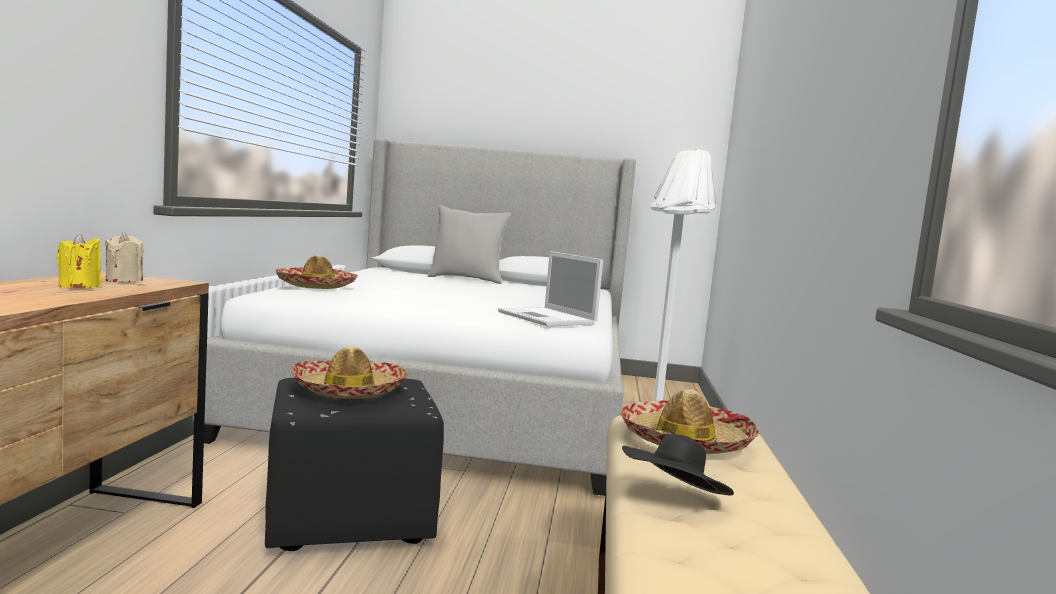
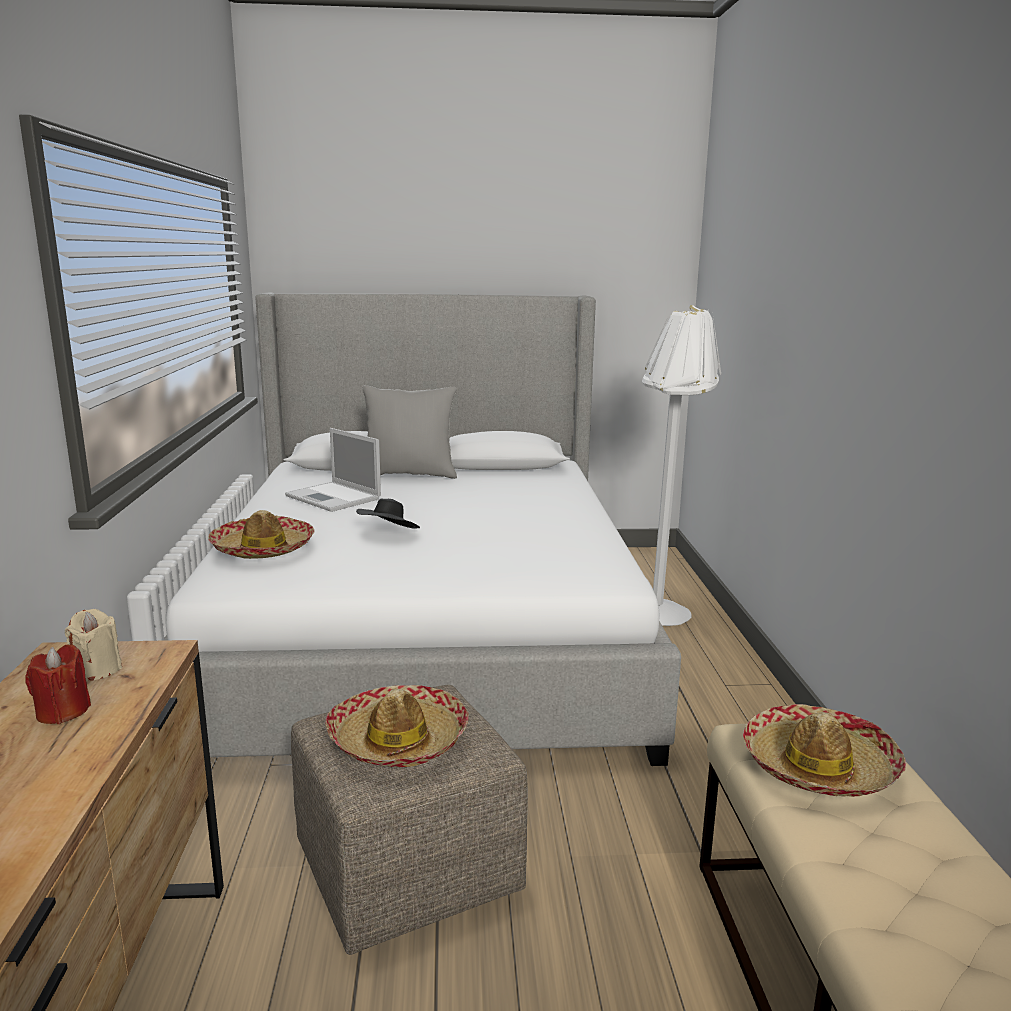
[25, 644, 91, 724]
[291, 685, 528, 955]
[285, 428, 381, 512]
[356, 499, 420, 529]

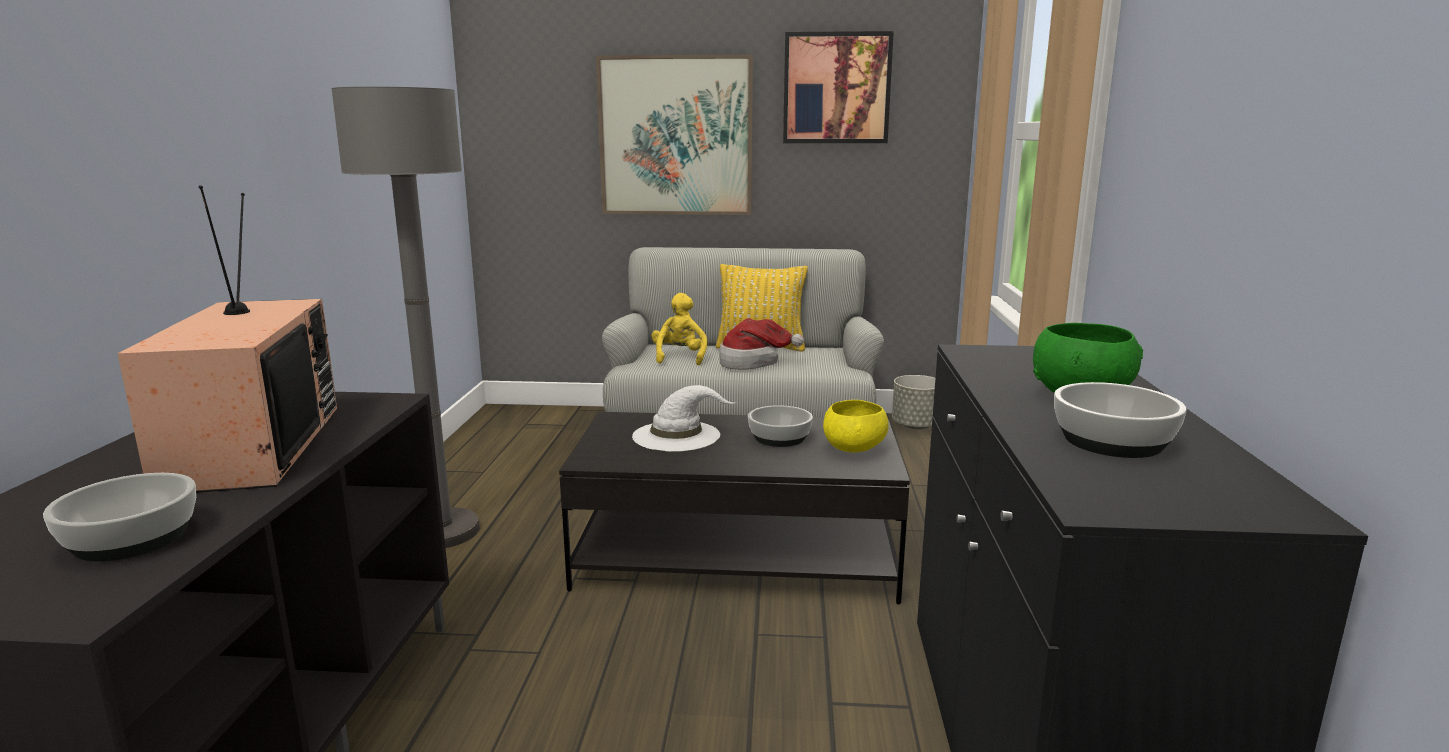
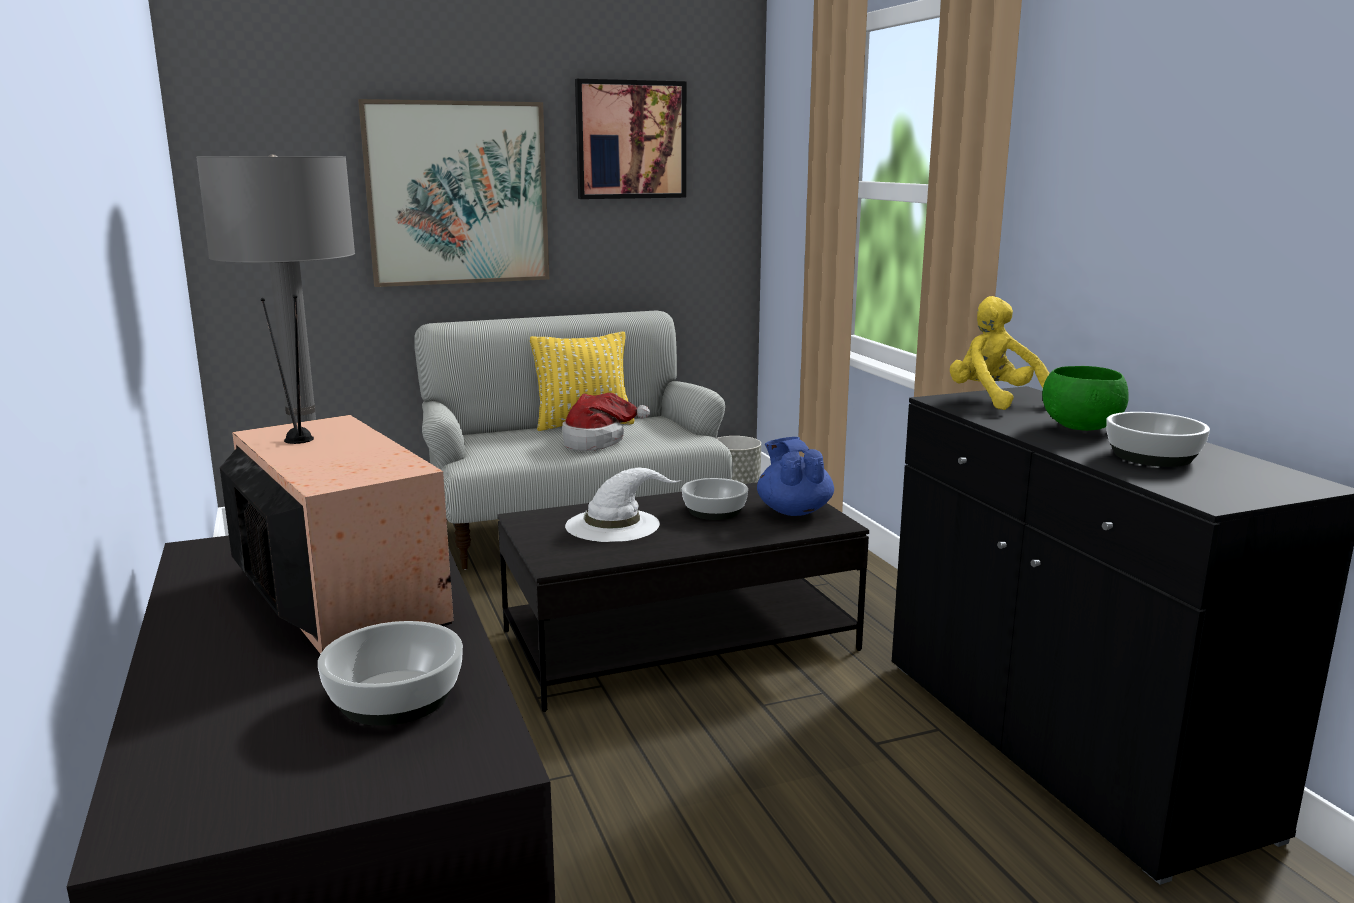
[950, 296, 1050, 410]
[757, 437, 834, 516]

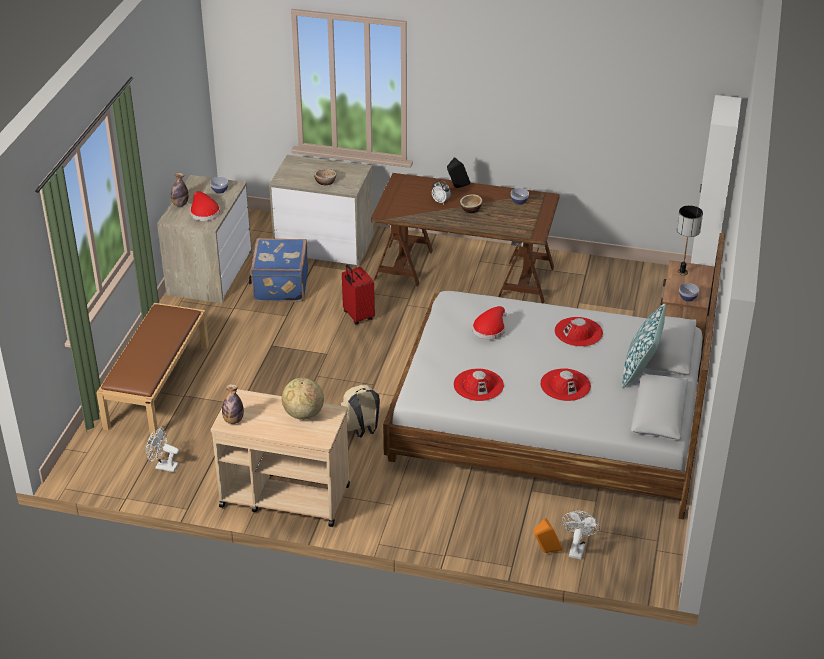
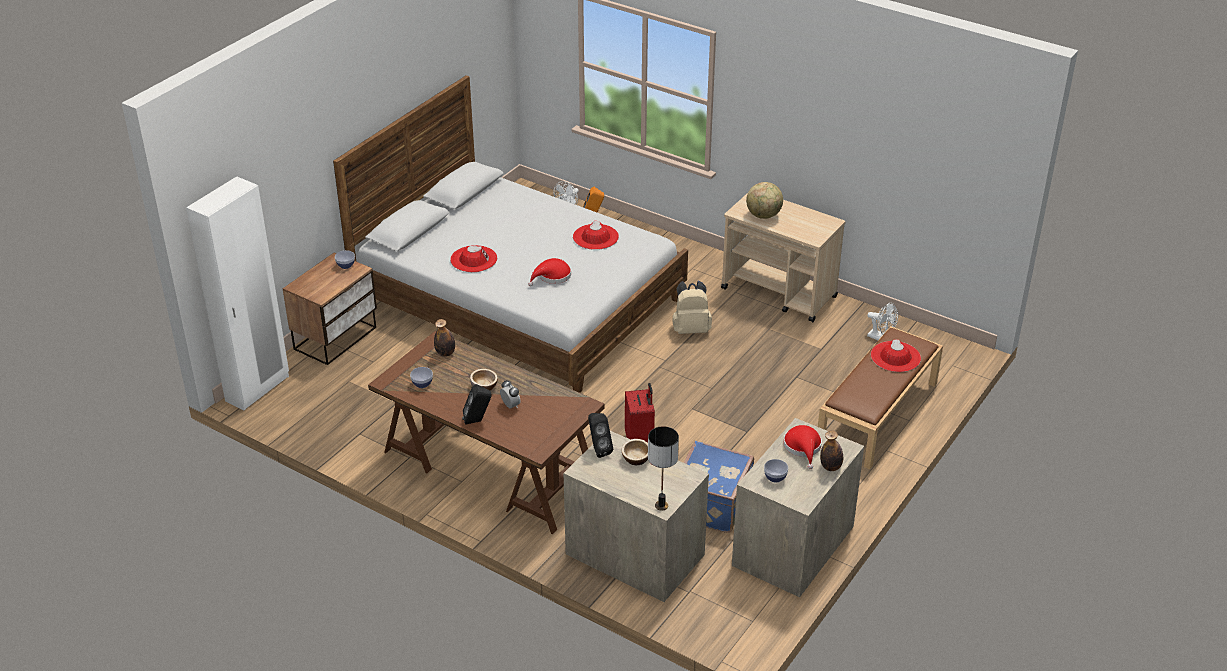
[434, 319, 455, 357]
[871, 339, 921, 372]
[622, 303, 666, 388] (first image)
[648, 426, 679, 510]
[588, 413, 613, 458]

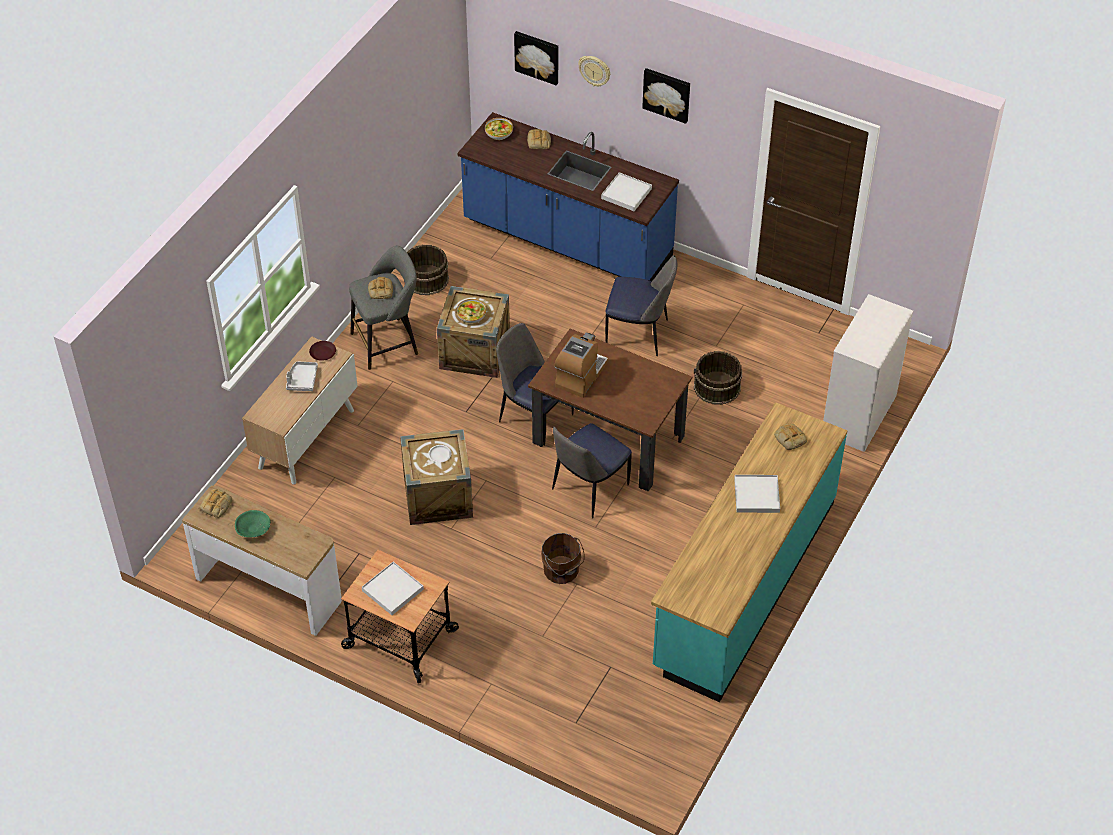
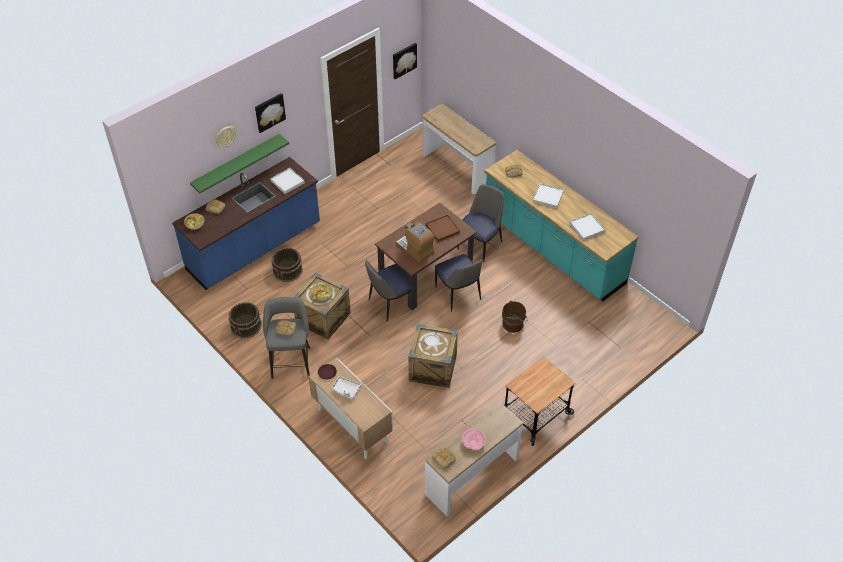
[462, 428, 486, 449]
[569, 213, 605, 241]
[393, 43, 417, 79]
[458, 185, 504, 262]
[271, 248, 303, 282]
[423, 104, 496, 194]
[190, 134, 289, 193]
[426, 215, 460, 242]

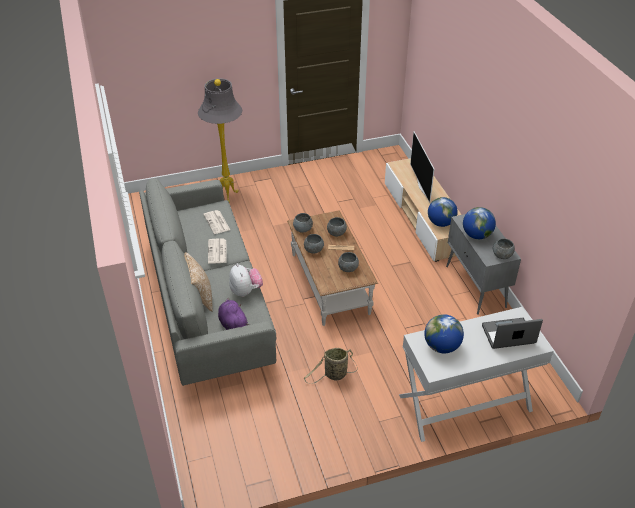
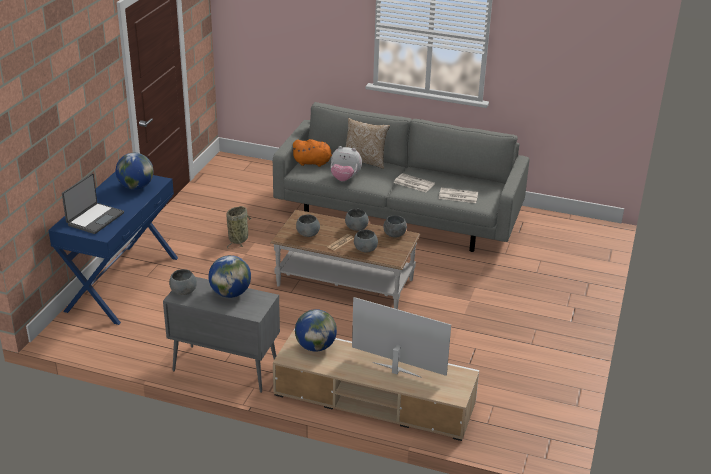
[198, 78, 242, 203] (first image)
[292, 139, 332, 167]
[48, 171, 178, 325]

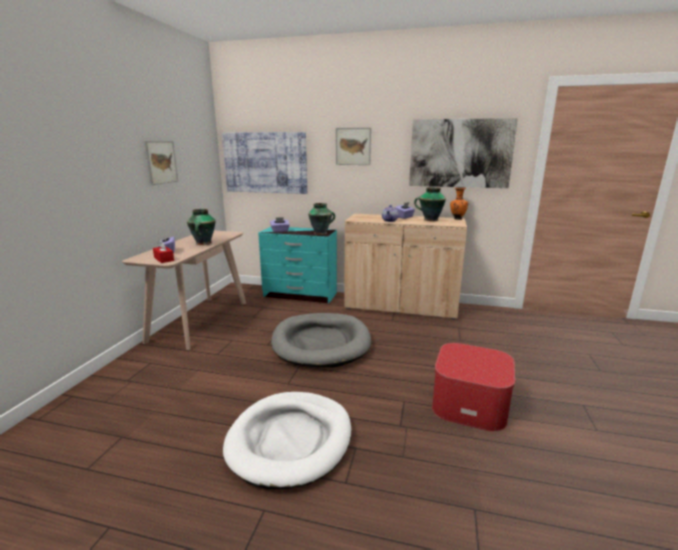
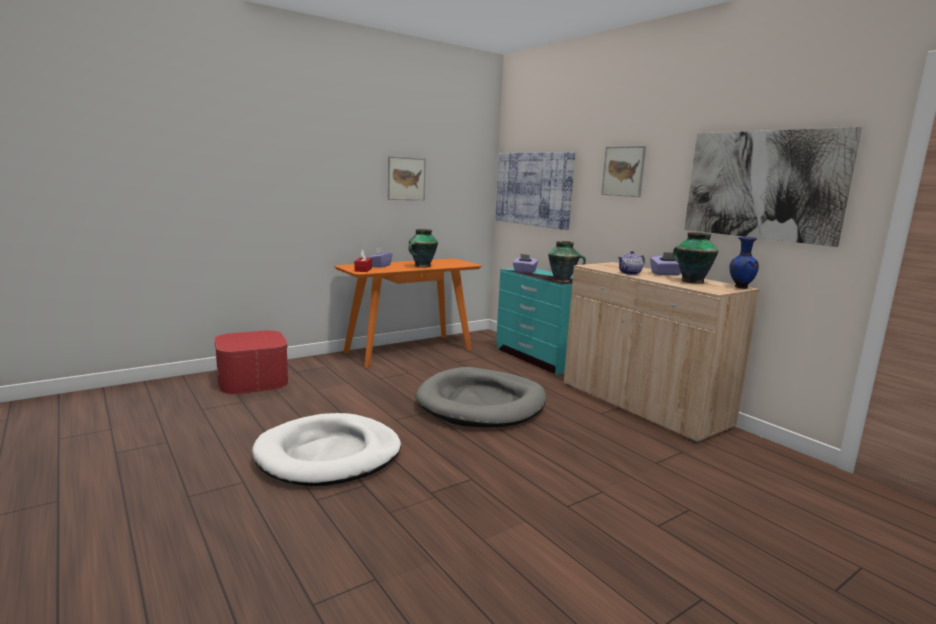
[334, 259, 482, 368]
[214, 330, 288, 394]
[729, 237, 759, 289]

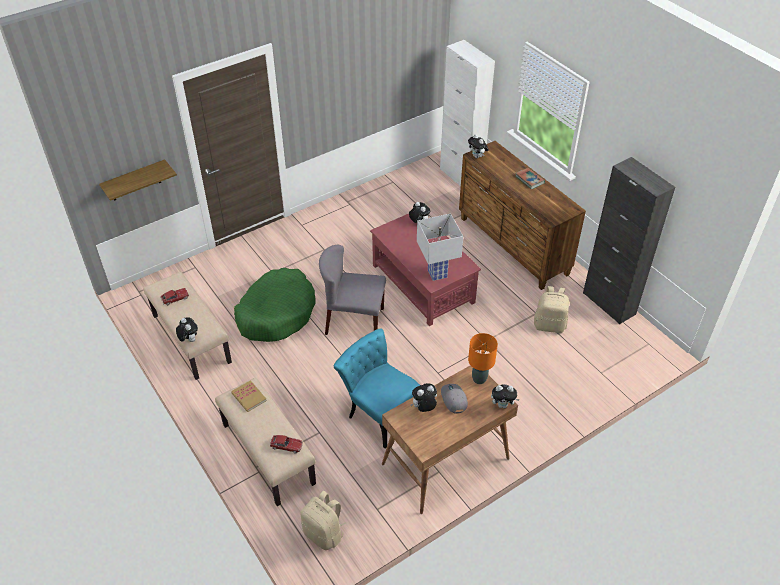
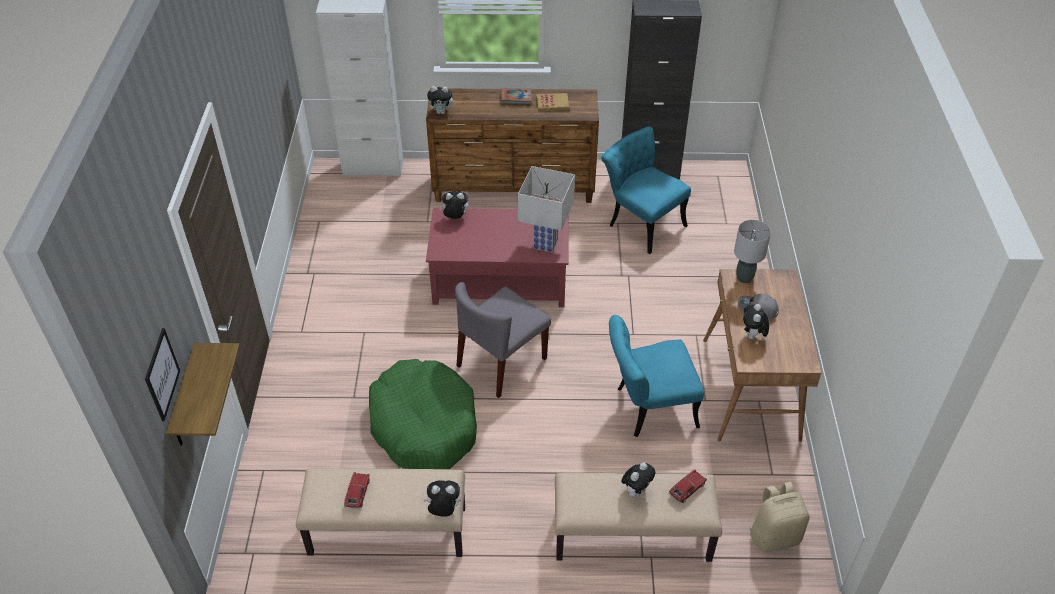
[537, 93, 569, 111]
[734, 220, 771, 283]
[621, 462, 655, 497]
[601, 126, 691, 254]
[145, 328, 180, 421]

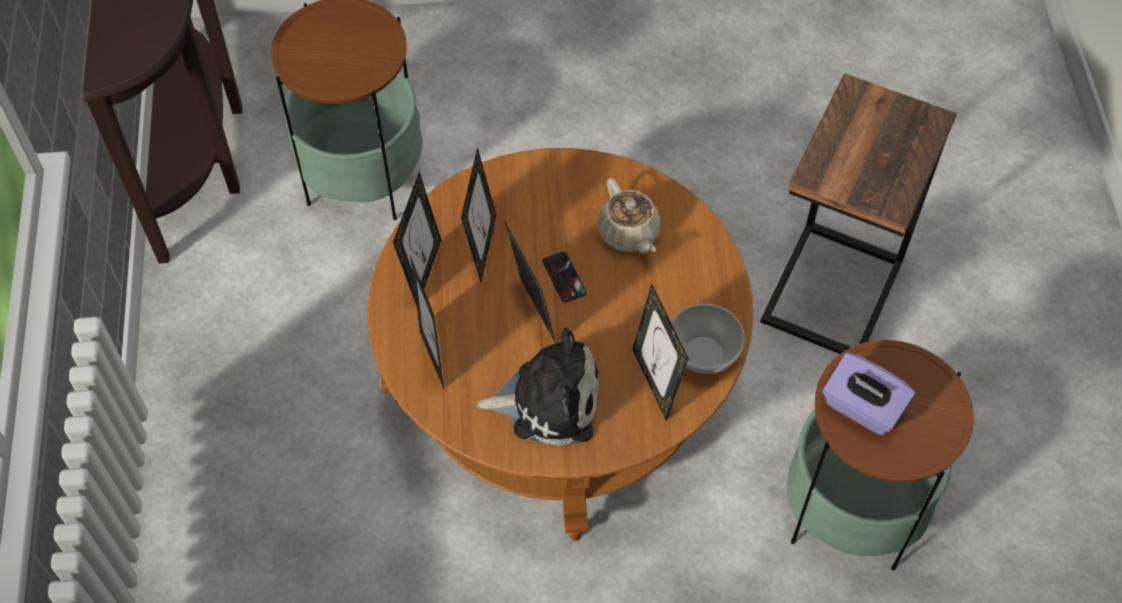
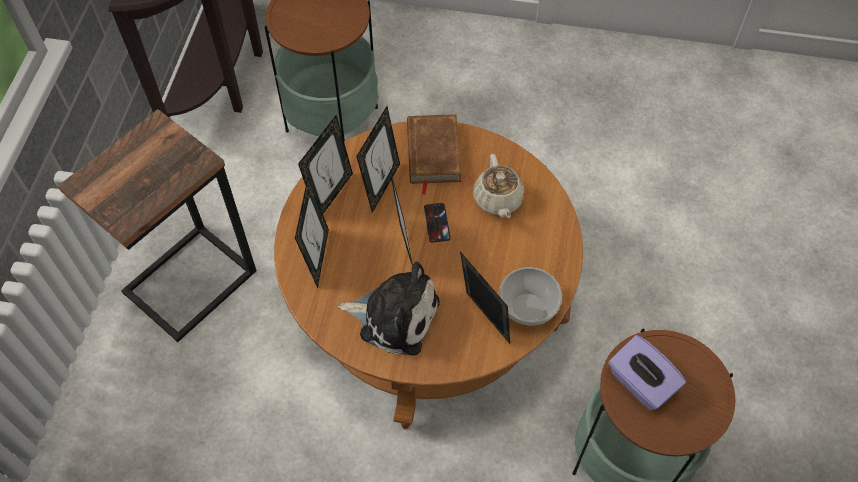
[460, 252, 510, 344]
[58, 109, 257, 342]
[407, 114, 461, 195]

